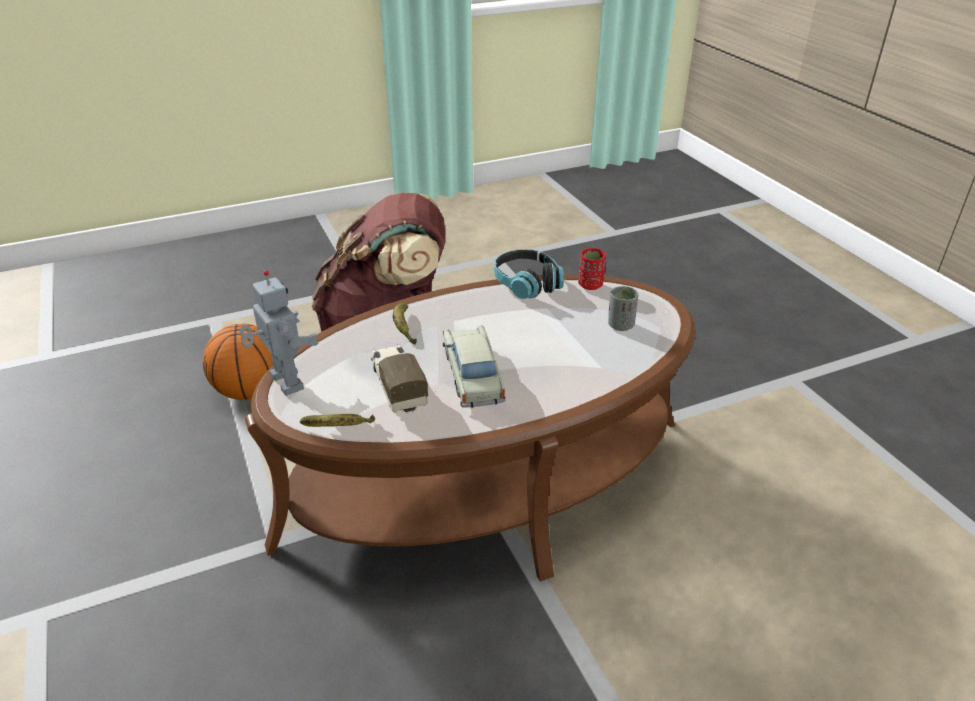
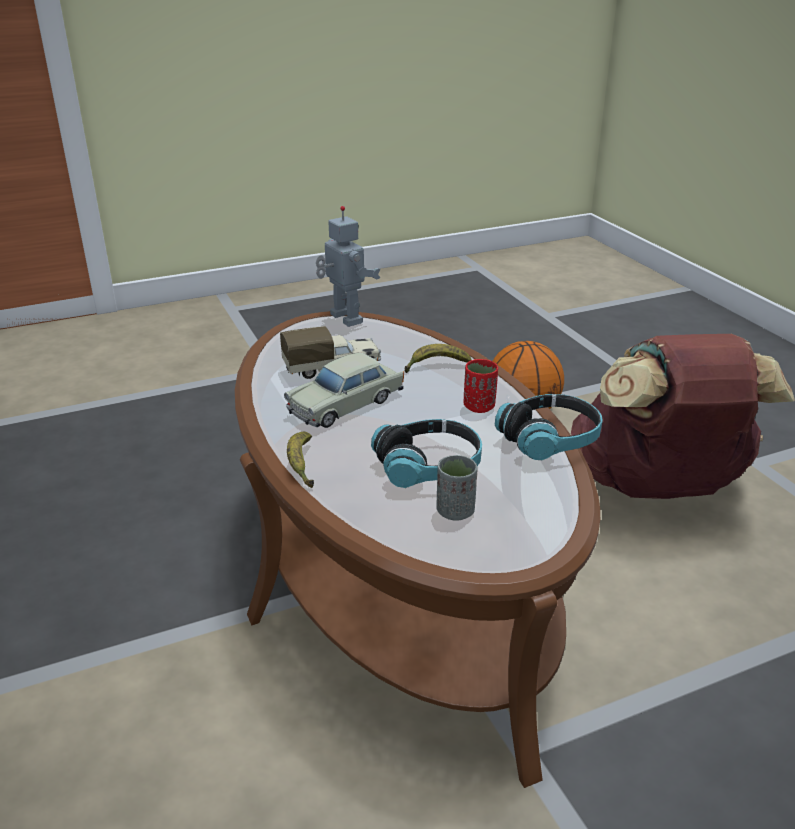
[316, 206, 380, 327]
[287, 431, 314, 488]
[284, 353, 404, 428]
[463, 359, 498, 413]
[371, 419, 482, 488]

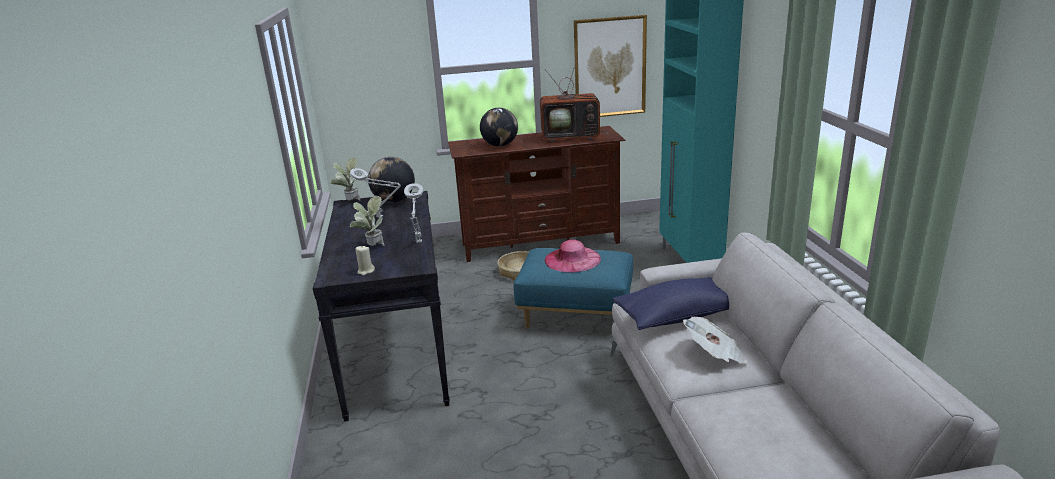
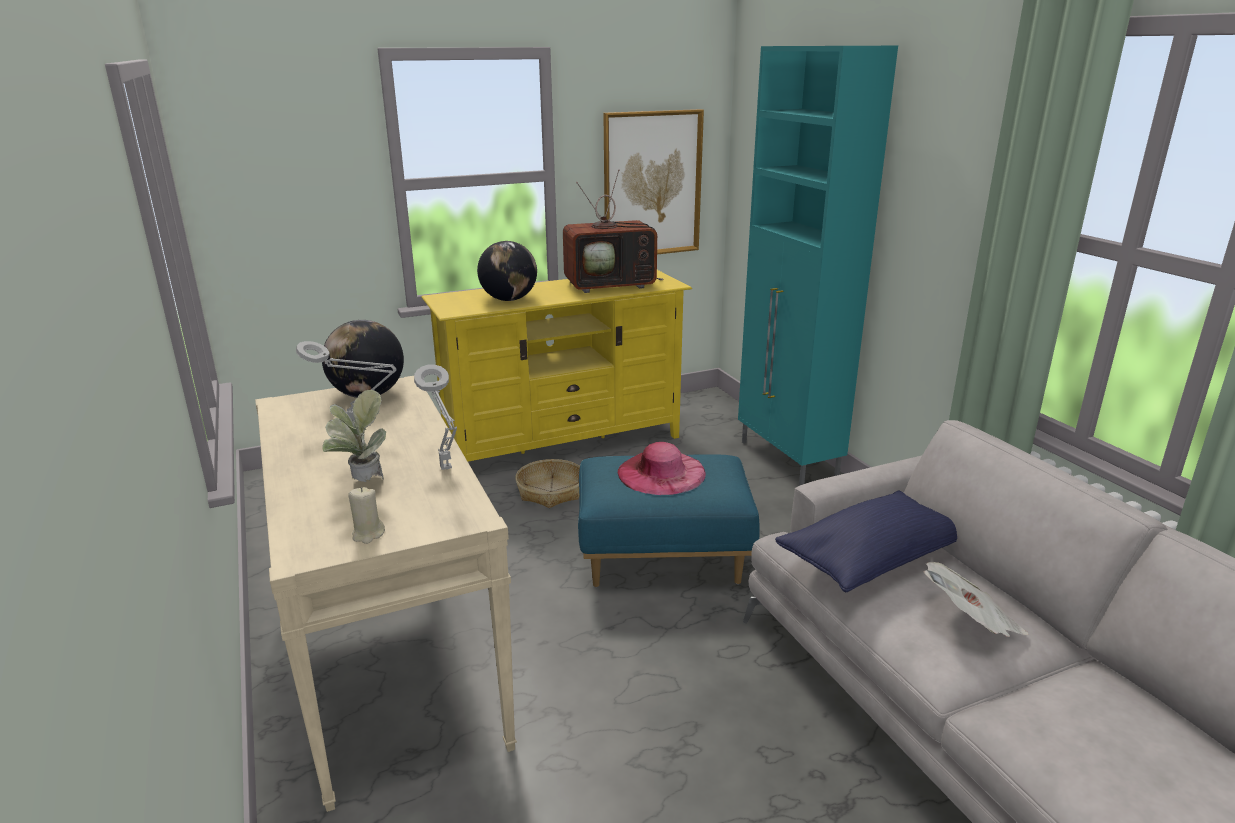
[255, 376, 517, 812]
[330, 158, 361, 201] (first image)
[421, 270, 692, 462]

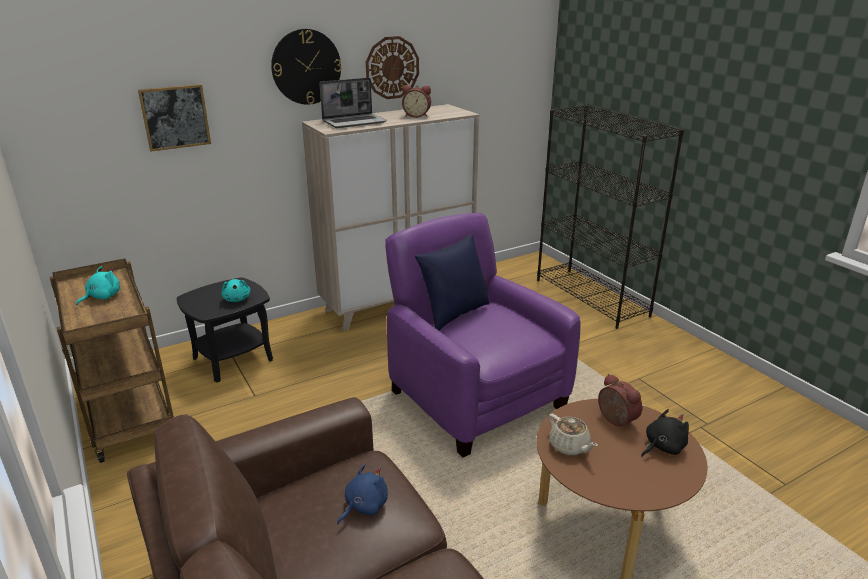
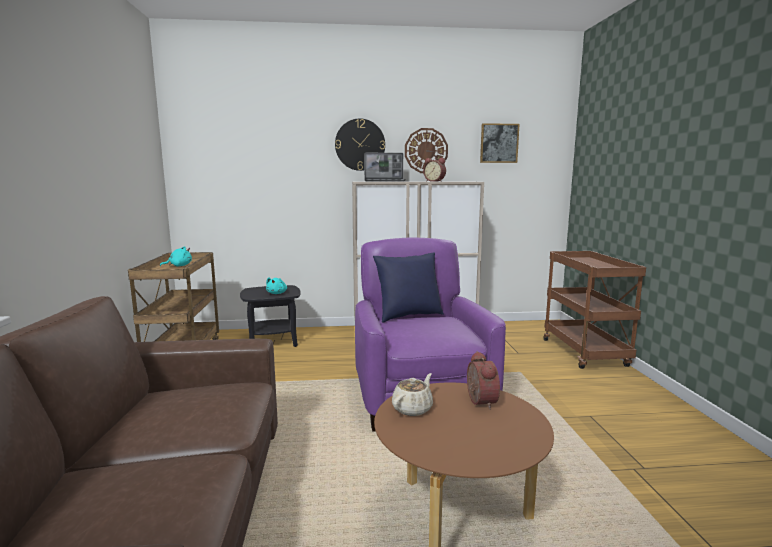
[480, 123, 520, 163]
[337, 464, 388, 524] (first image)
[543, 251, 646, 369]
[392, 373, 433, 416]
[642, 409, 689, 457] (first image)

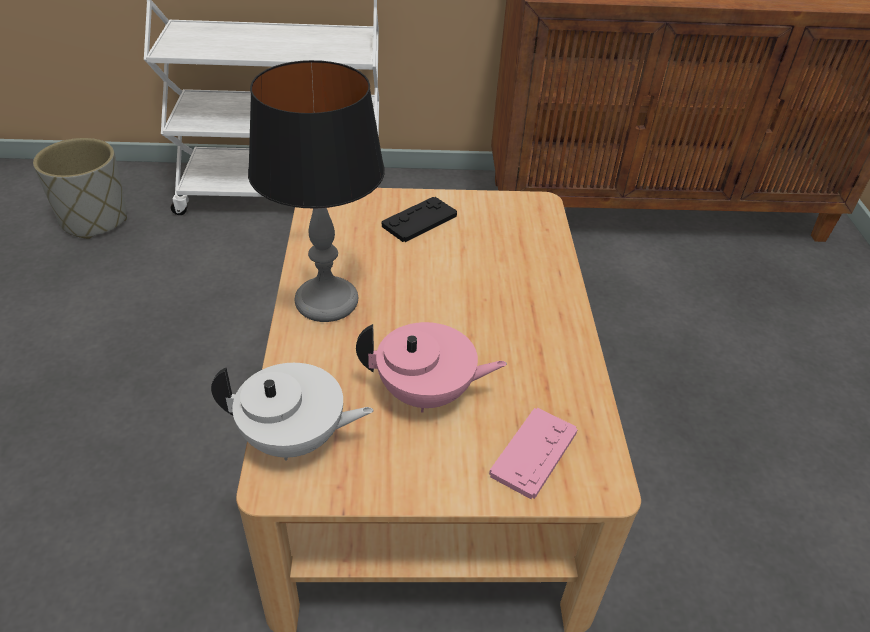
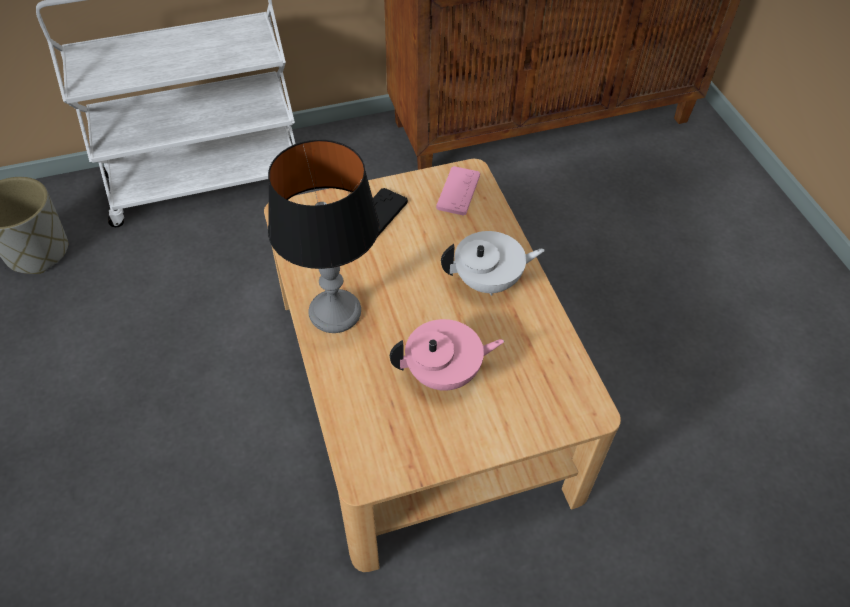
[441, 231, 545, 296]
[436, 166, 480, 216]

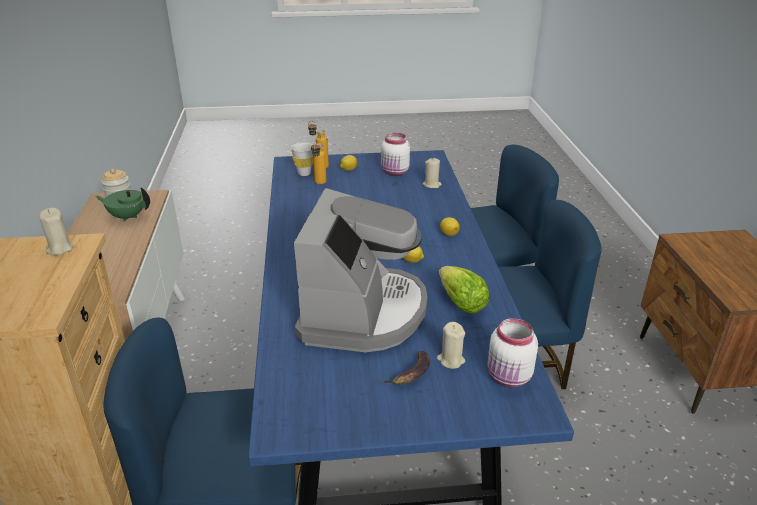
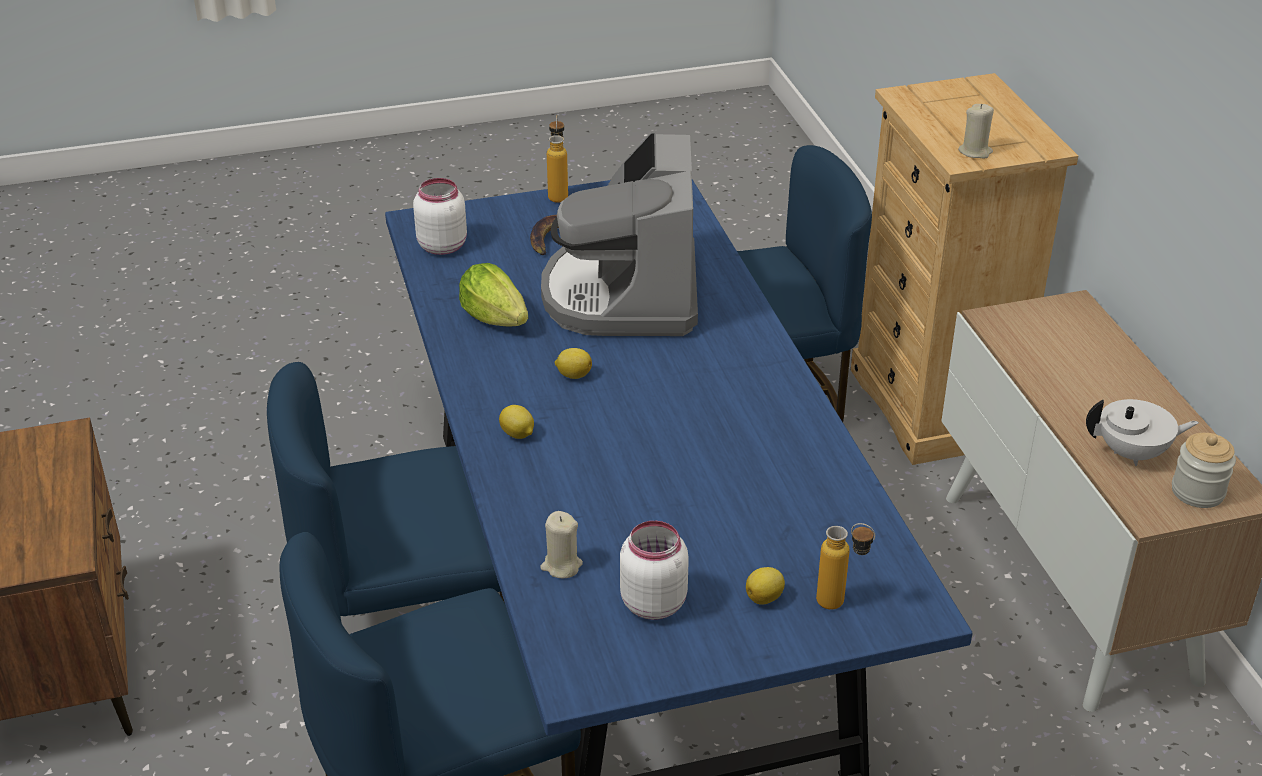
[1086, 399, 1199, 466]
[291, 143, 313, 176] (first image)
[547, 115, 568, 203]
[437, 322, 465, 369] (first image)

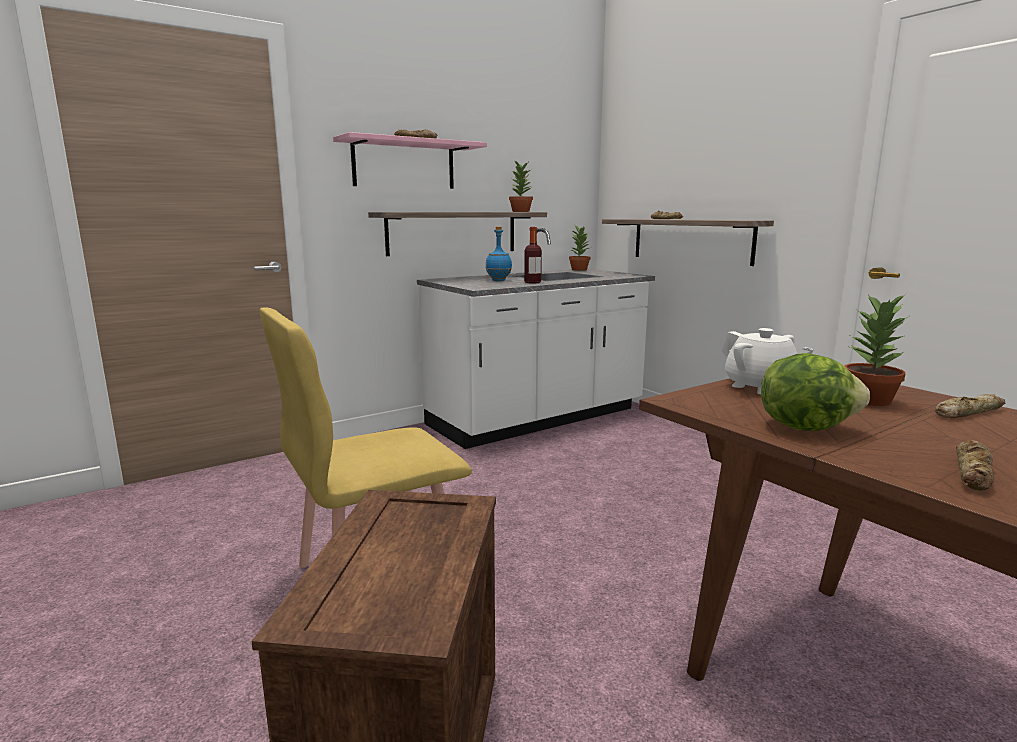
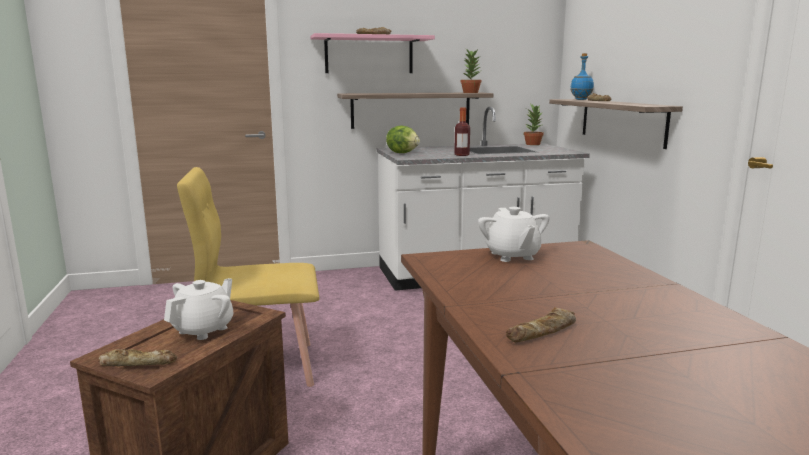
[570, 53, 594, 100]
[386, 126, 420, 153]
[845, 293, 909, 406] (first image)
[99, 349, 177, 367]
[164, 278, 234, 340]

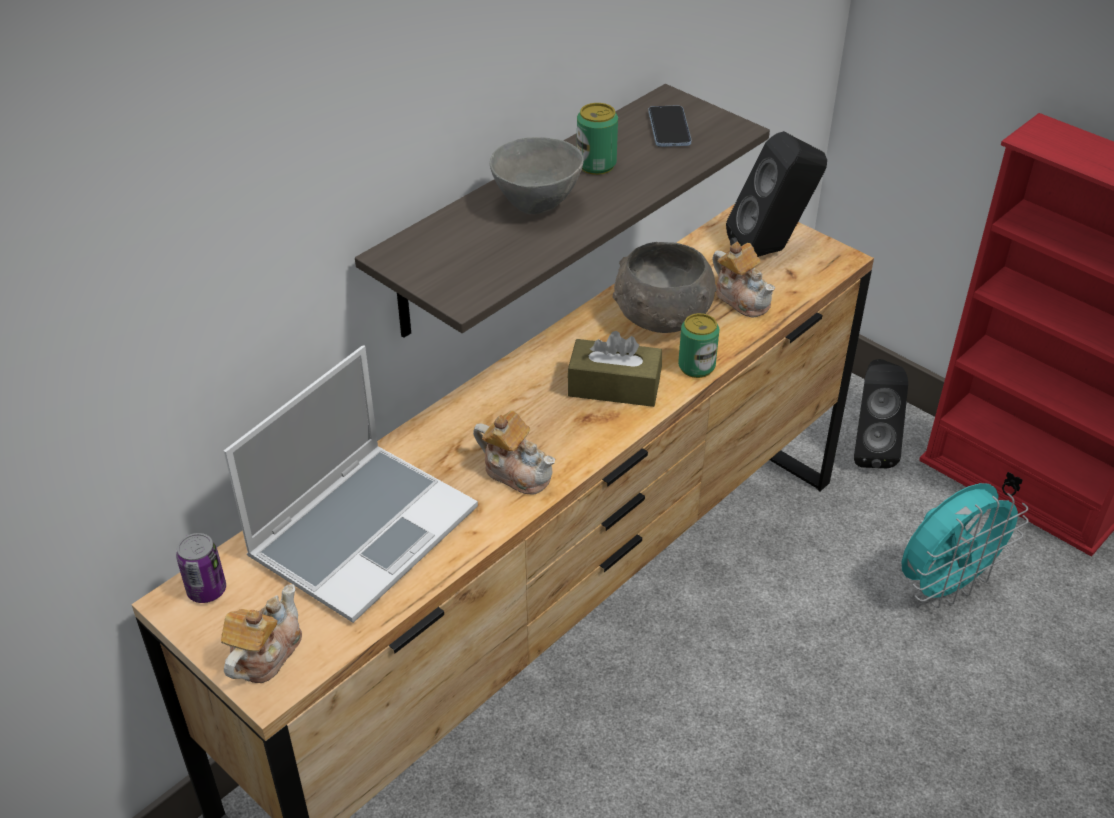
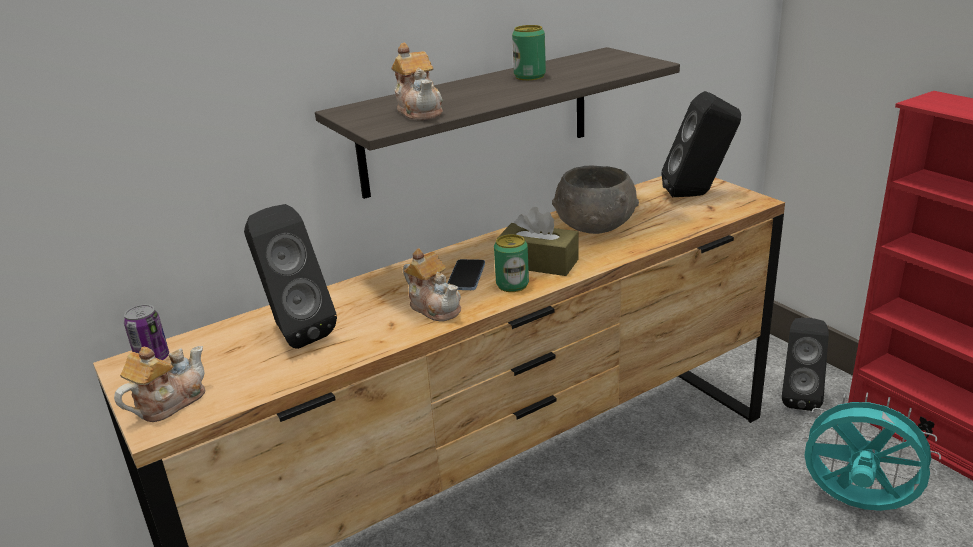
[244, 204, 337, 349]
[490, 137, 584, 214] (first image)
[447, 259, 485, 290]
[494, 234, 529, 292]
[391, 43, 443, 121]
[800, 392, 941, 511]

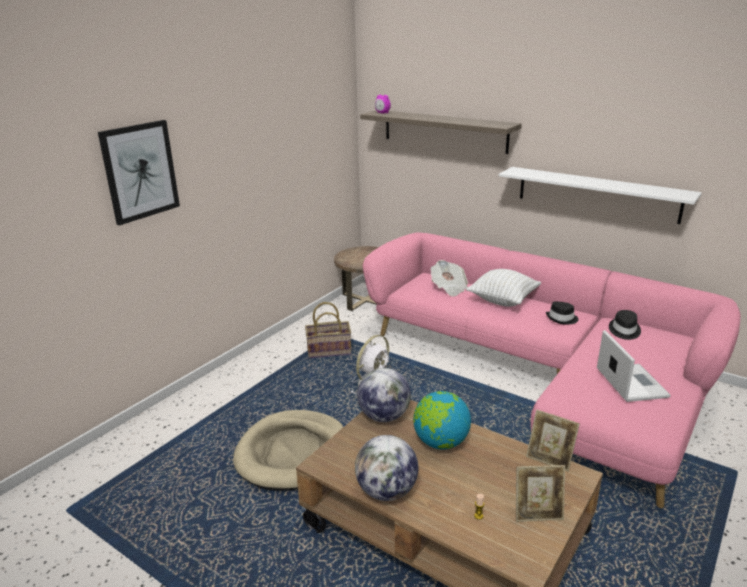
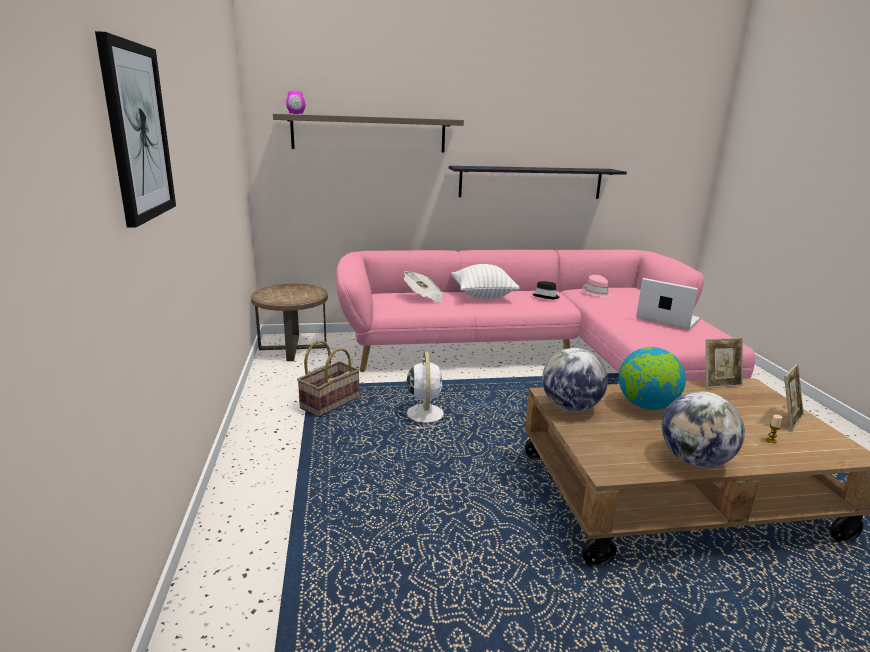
[233, 410, 343, 491] (first image)
[449, 166, 627, 199]
[583, 275, 612, 297]

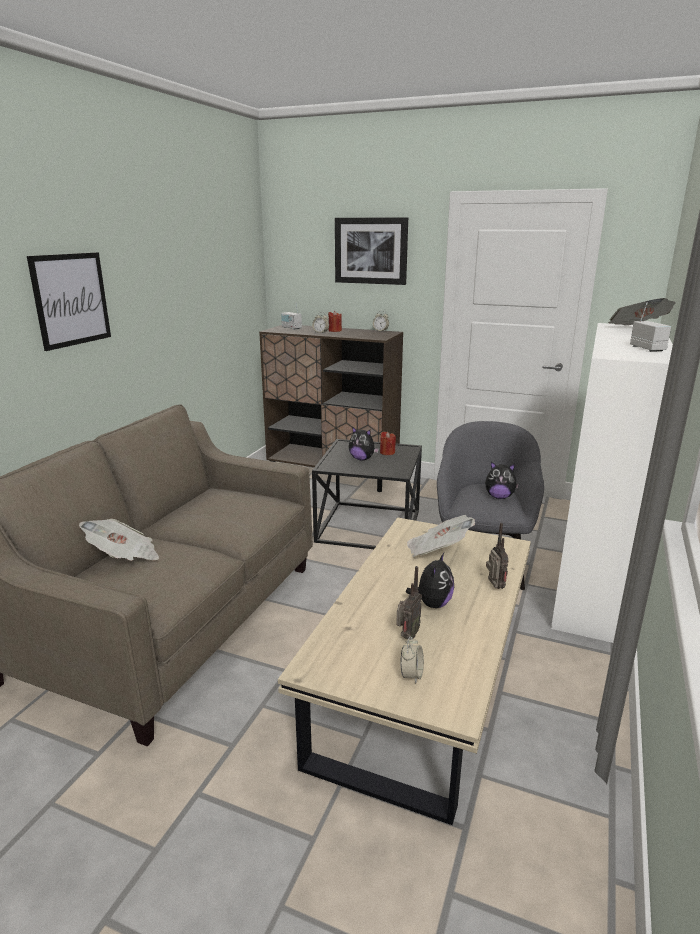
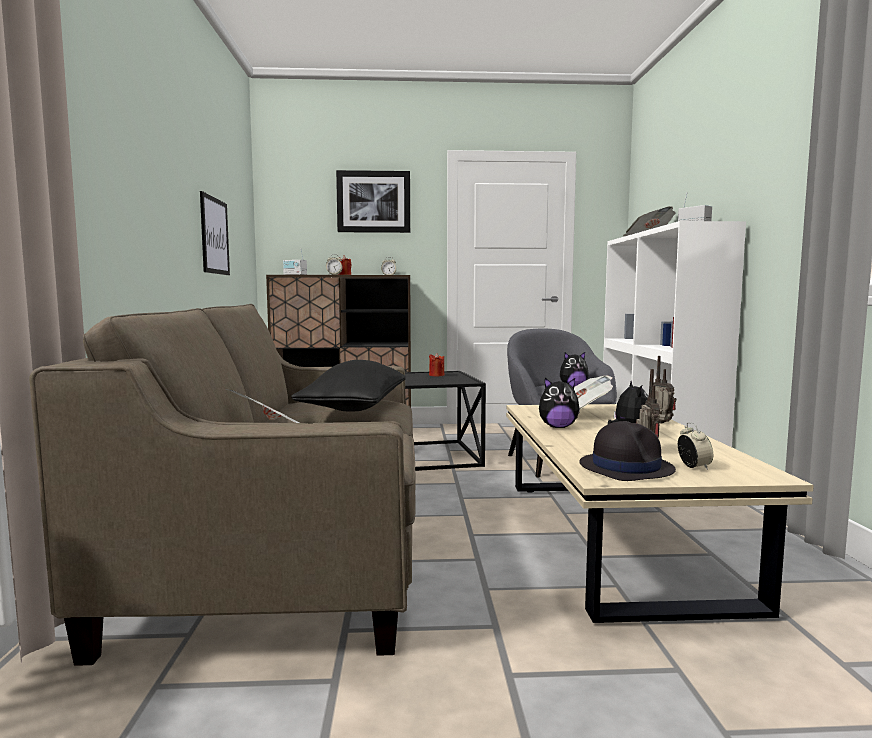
[200, 191, 230, 275]
[539, 378, 580, 428]
[291, 360, 405, 411]
[579, 421, 676, 481]

